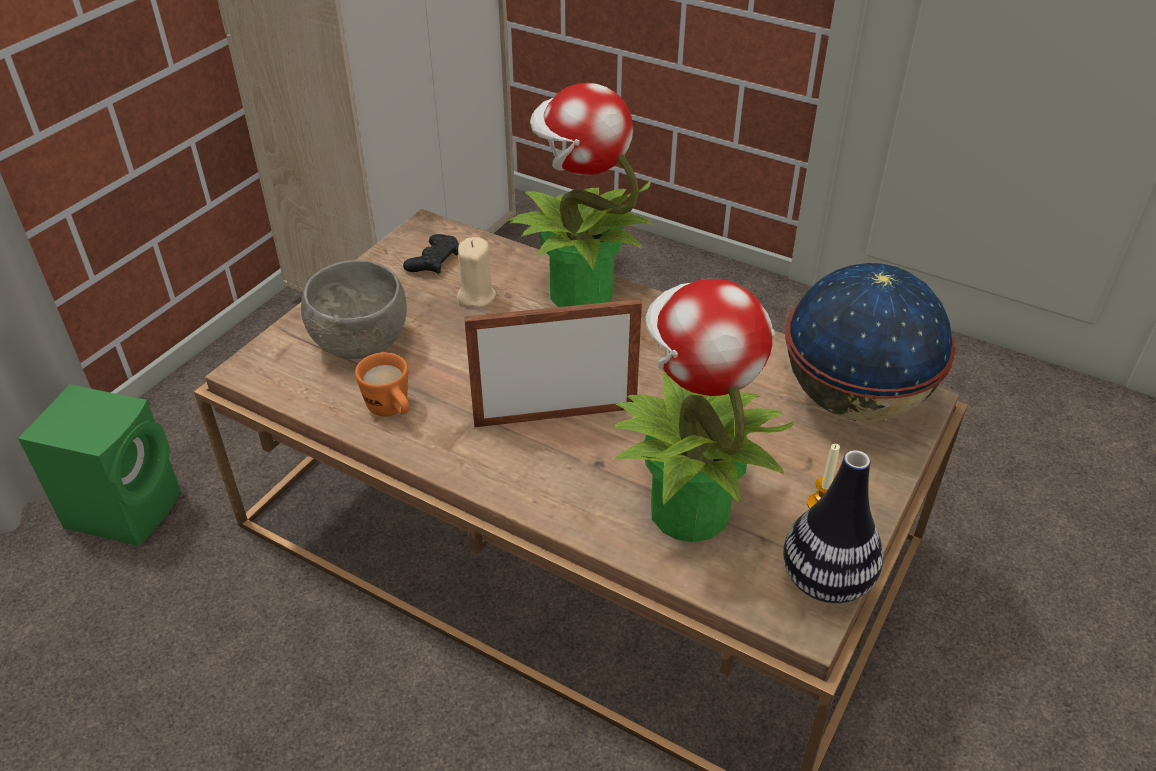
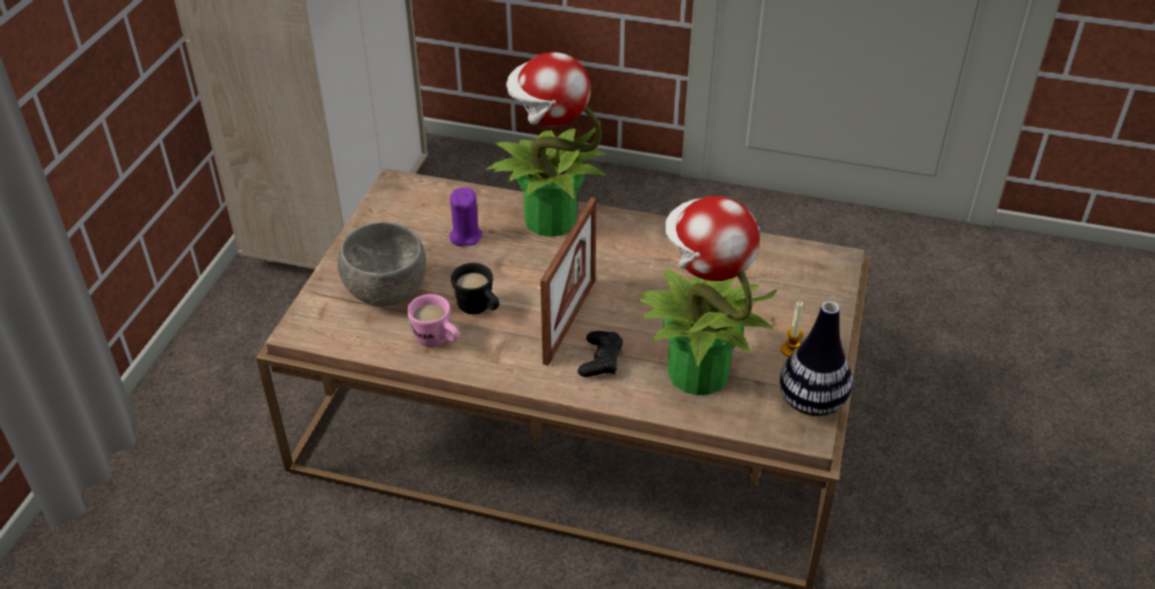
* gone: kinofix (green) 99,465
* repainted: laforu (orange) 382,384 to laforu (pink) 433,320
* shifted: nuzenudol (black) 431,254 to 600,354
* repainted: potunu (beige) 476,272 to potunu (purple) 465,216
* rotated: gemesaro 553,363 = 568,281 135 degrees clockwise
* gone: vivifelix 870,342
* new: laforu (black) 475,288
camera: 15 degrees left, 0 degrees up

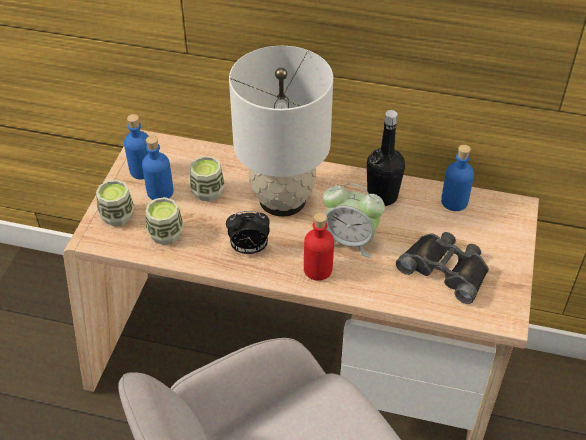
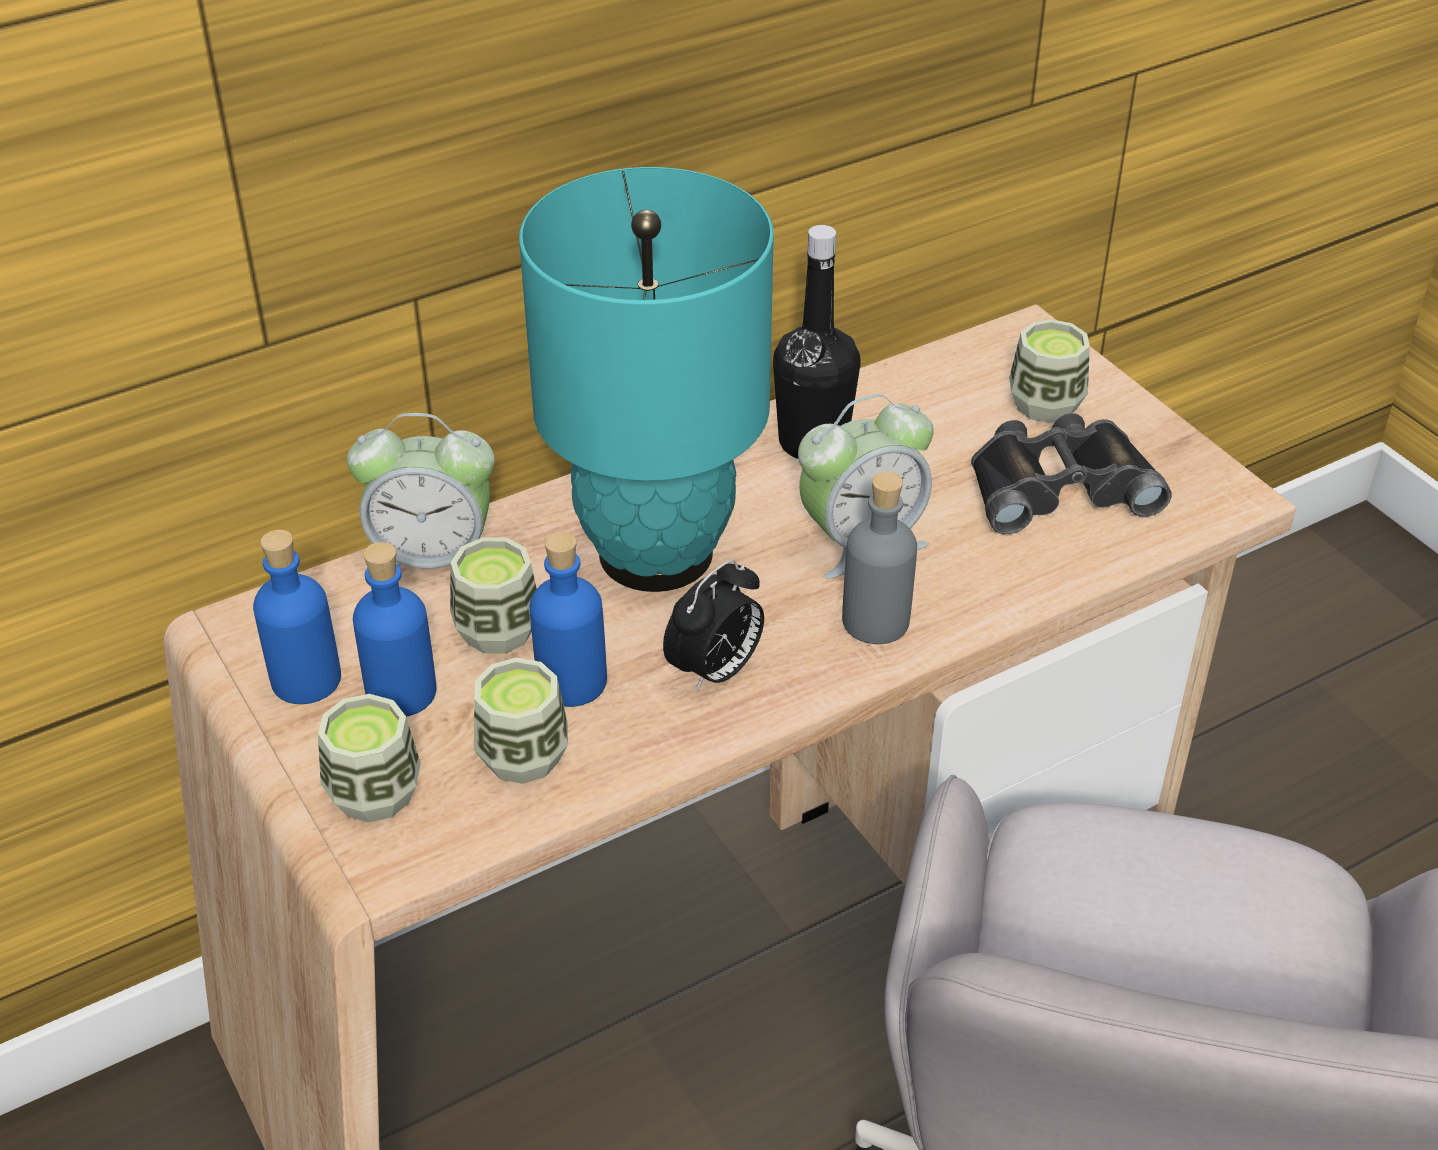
* repainted: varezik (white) 281,131 to varezik (turquoise) 646,379
* repainted: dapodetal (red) 319,247 to dapodetal (grey) 879,558
* shifted: dapodetal (blue) 457,178 to 568,619
* new: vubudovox 421,491
* new: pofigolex 1049,371
camera: 45 degrees left, 5 degrees down

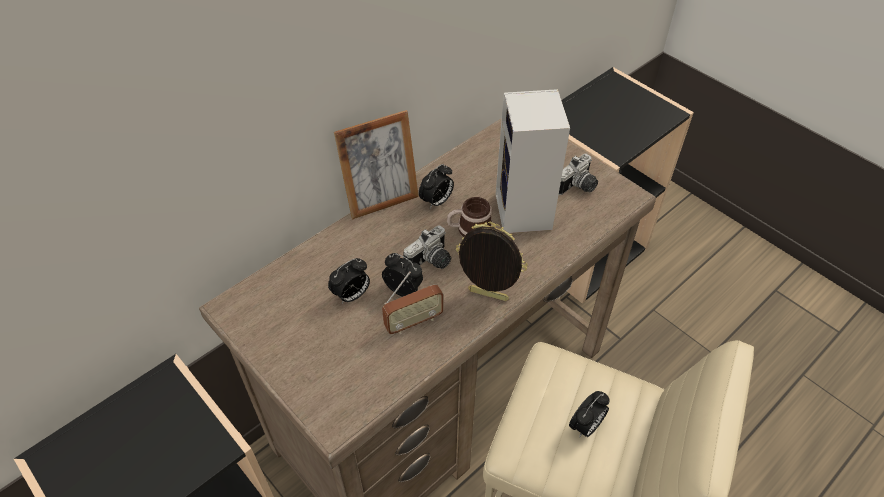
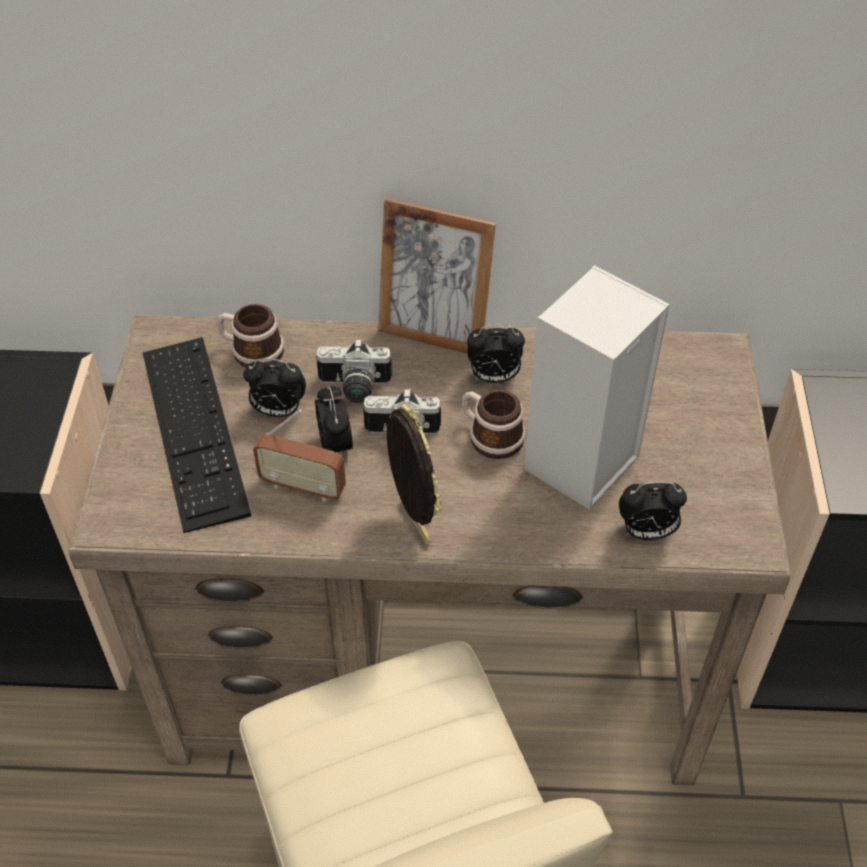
* shifted: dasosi 578,174 to 354,371
* shifted: vubudovox 589,414 to 653,511
* new: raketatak 197,435
* new: laforu 250,336
camera: 45 degrees right, 0 degrees up

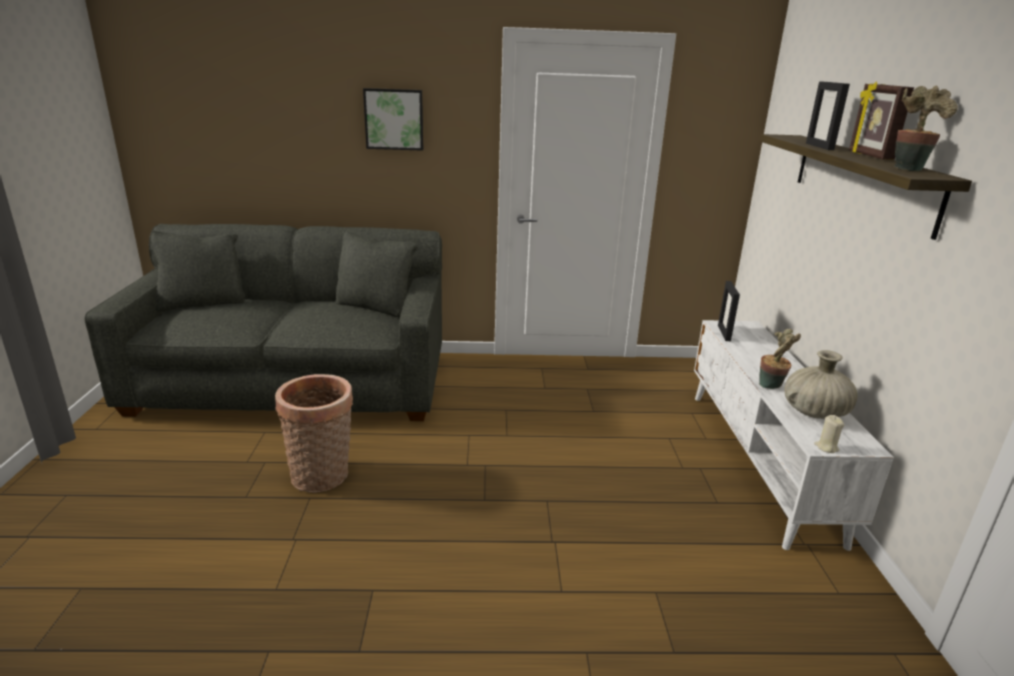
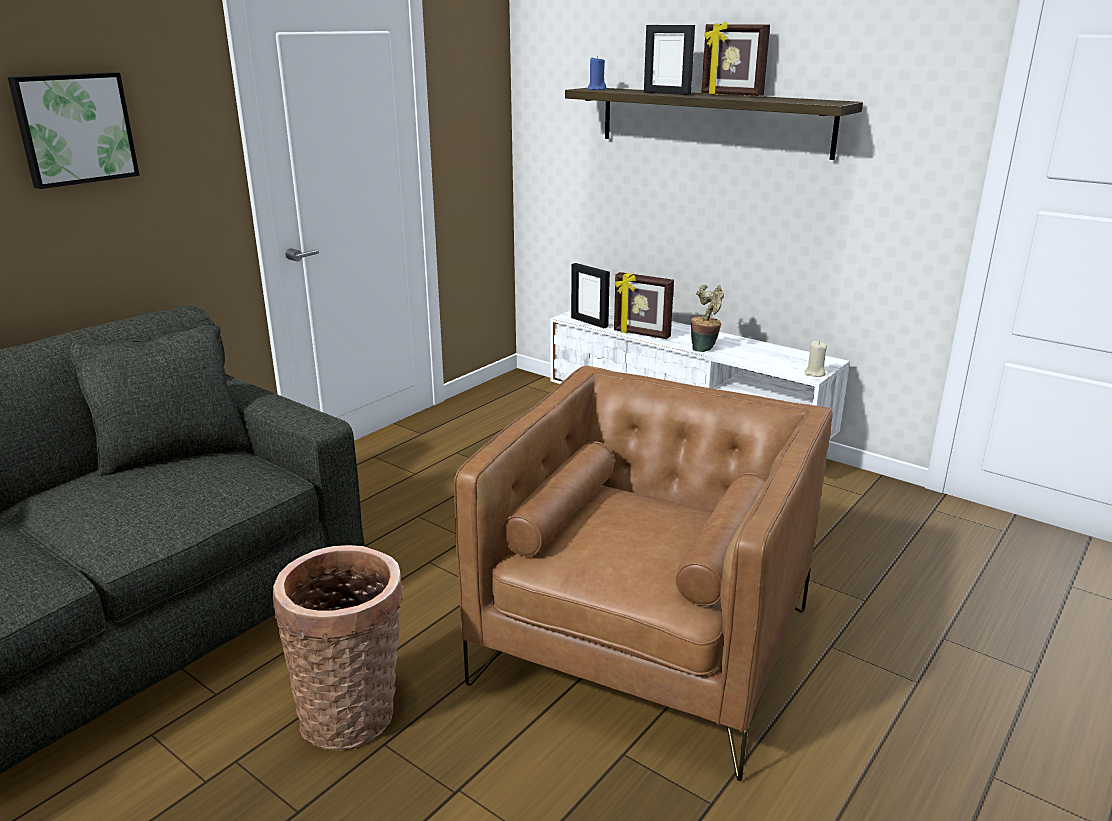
* gone: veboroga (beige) 820,384
* gone: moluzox 926,128
* new: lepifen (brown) 643,573
* new: potunu (blue) 596,73
* new: gemesaro 644,305
camera: 50 degrees left, 0 degrees up

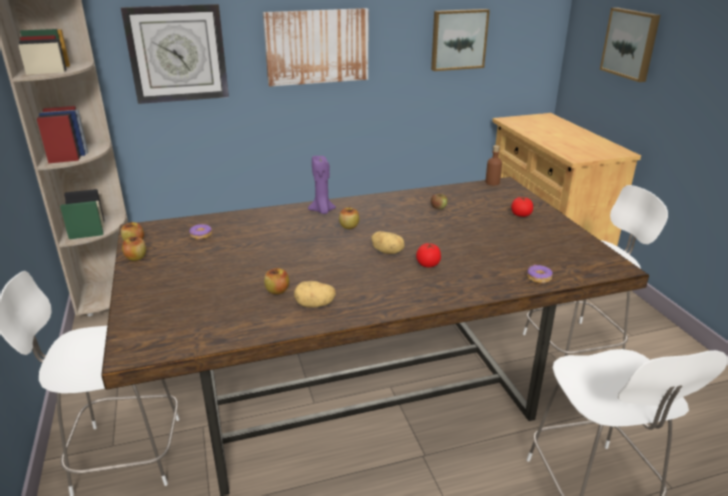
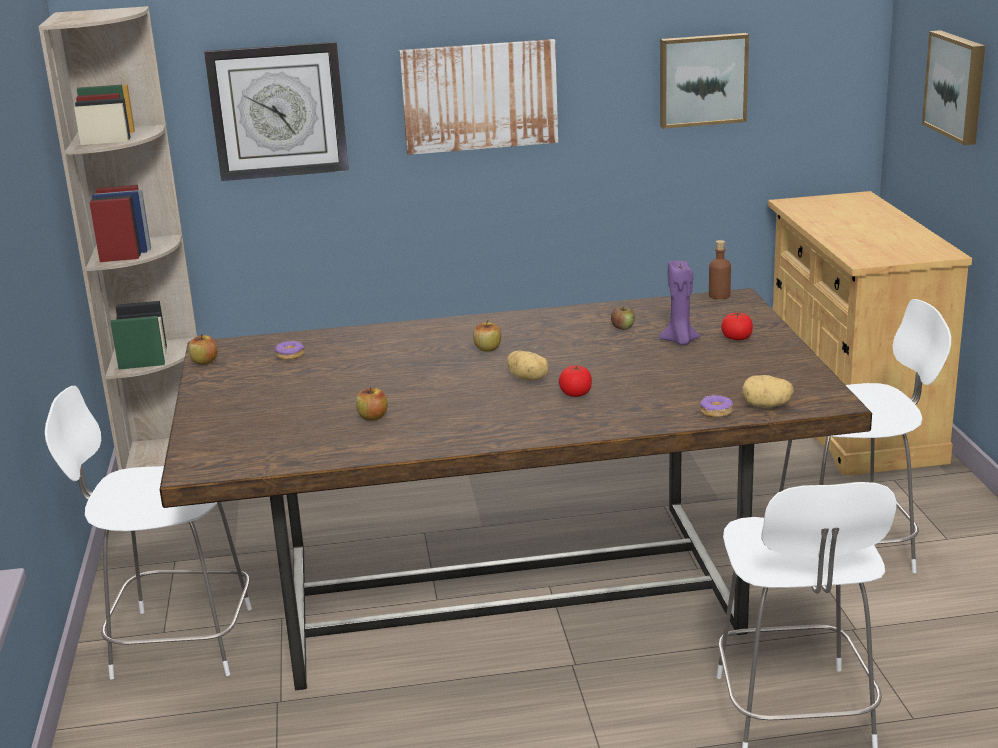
* gone: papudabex 134,248
* shifted: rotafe 315,294 to 768,391
* shifted: potunu (purple) 322,185 to 679,303
camera: 10 degrees right, 5 degrees down

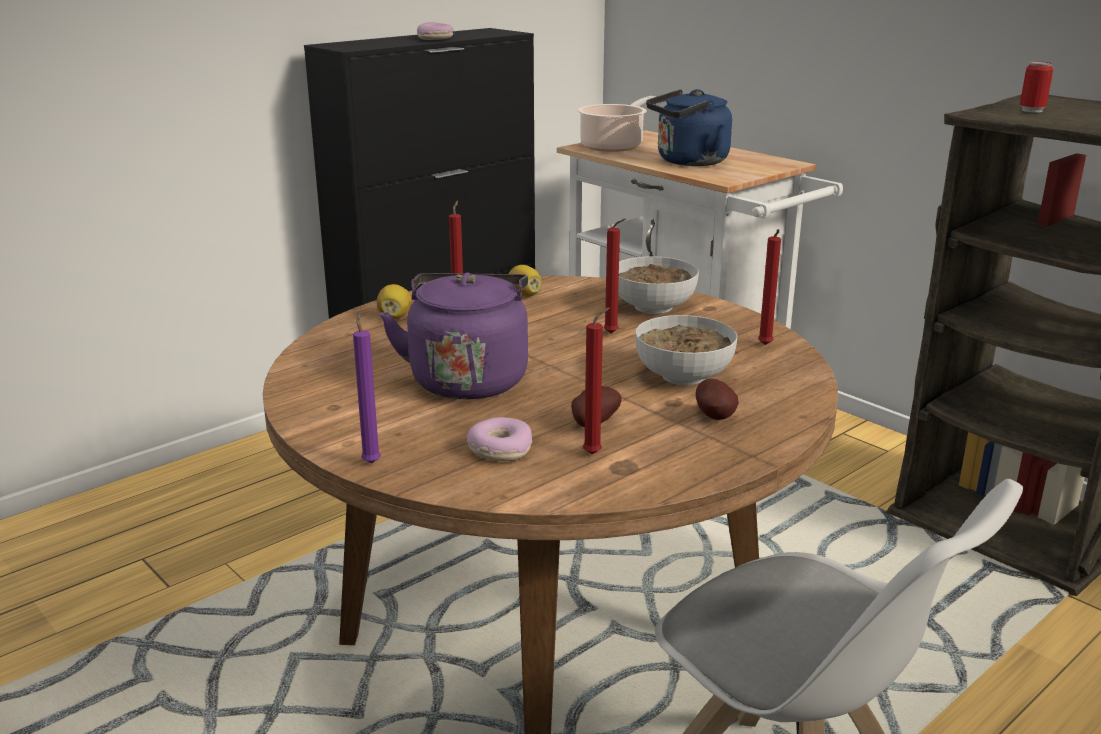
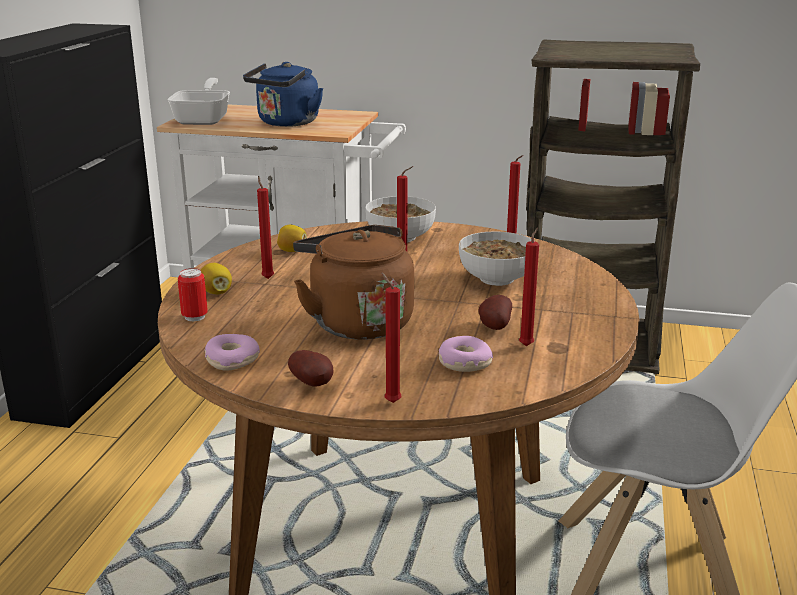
* repainted: potunu (purple) 367,388 to potunu (red) 391,337
* repainted: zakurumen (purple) 454,336 to zakurumen (brown) 353,282
* shifted: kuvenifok 435,31 to 232,352
* swapped: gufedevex 617,124 to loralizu 198,101
* shifted: rotafe 717,399 to 311,368
* shifted: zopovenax 1036,87 to 193,295
camera: 35 degrees left, 0 degrees up

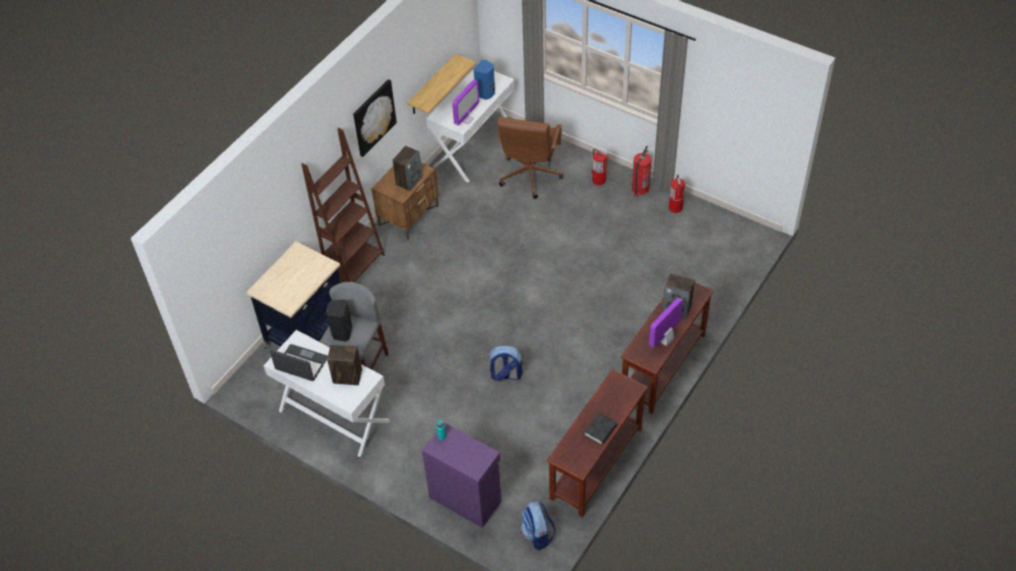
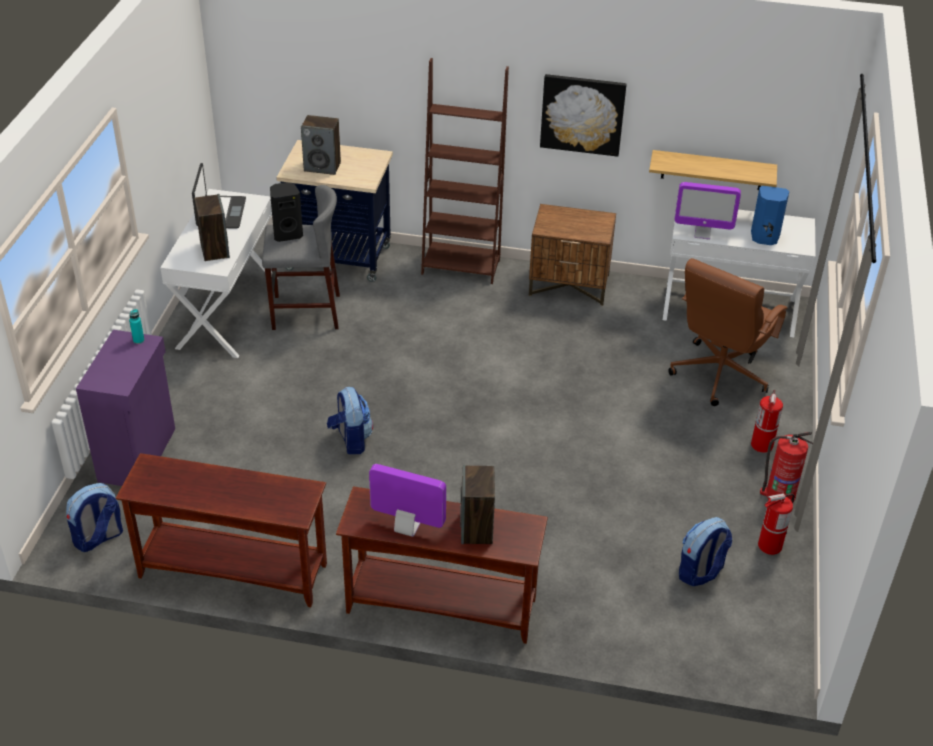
* shifted: kinofix 407,168 to 321,145
* rotated: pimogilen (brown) 530,158 = 728,332 45 degrees counterclockwise
* gone: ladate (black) 600,429
* new: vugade 705,551
camera: 65 degrees right, 10 degrees down

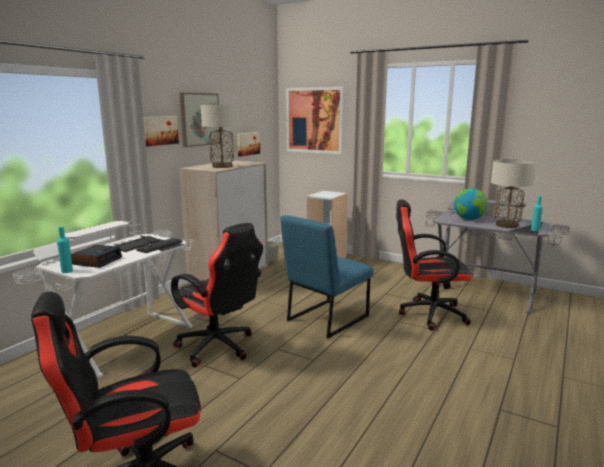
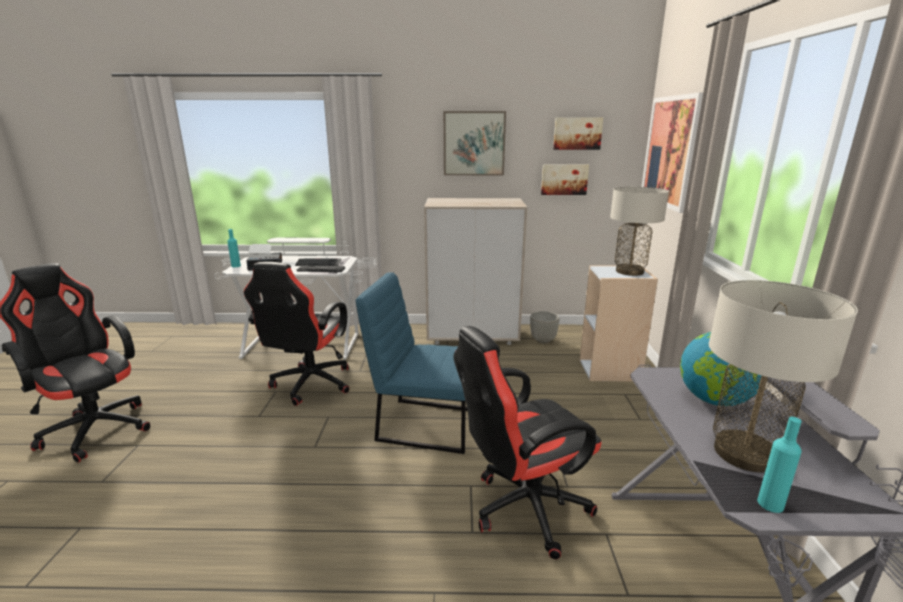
* shifted: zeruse 161,131 to 578,134
* shifted: varezik 220,136 to 639,231
* rotated: pimogilen (black) 433,265 = 527,442 90 degrees counterclockwise
camera: 60 degrees right, 5 degrees up

